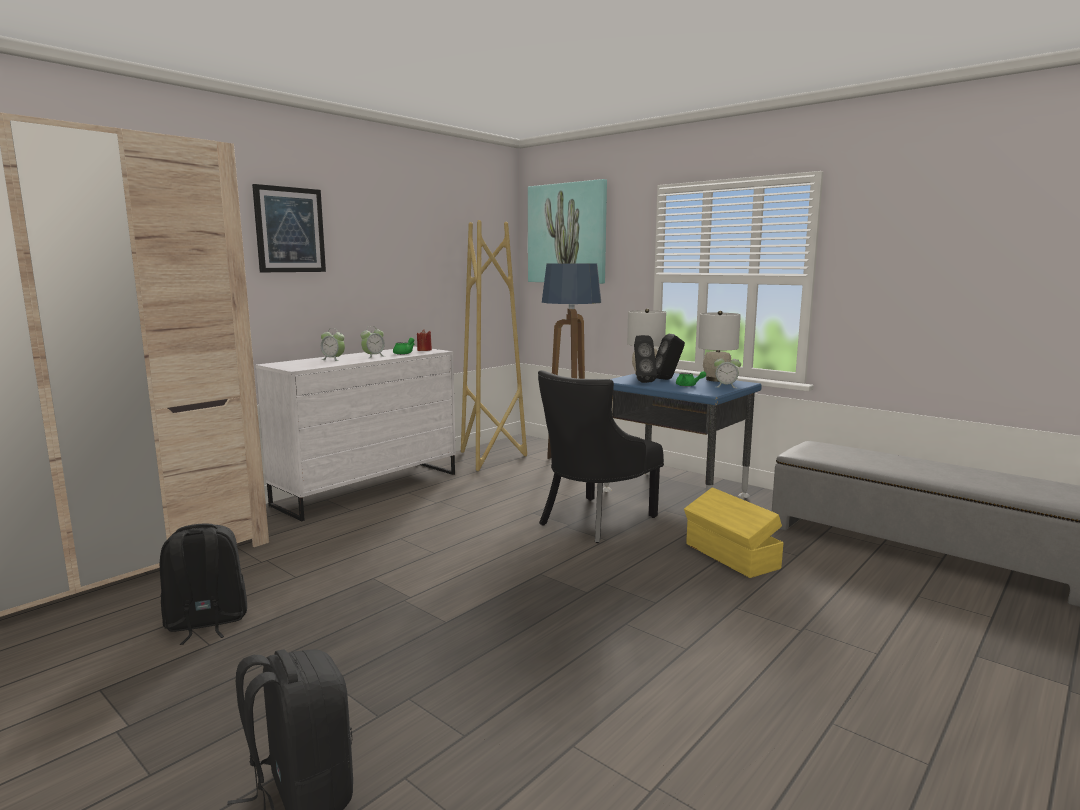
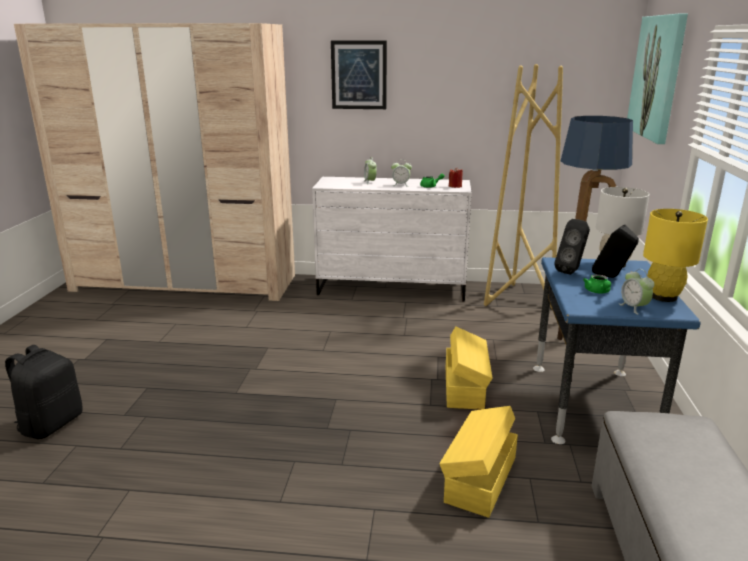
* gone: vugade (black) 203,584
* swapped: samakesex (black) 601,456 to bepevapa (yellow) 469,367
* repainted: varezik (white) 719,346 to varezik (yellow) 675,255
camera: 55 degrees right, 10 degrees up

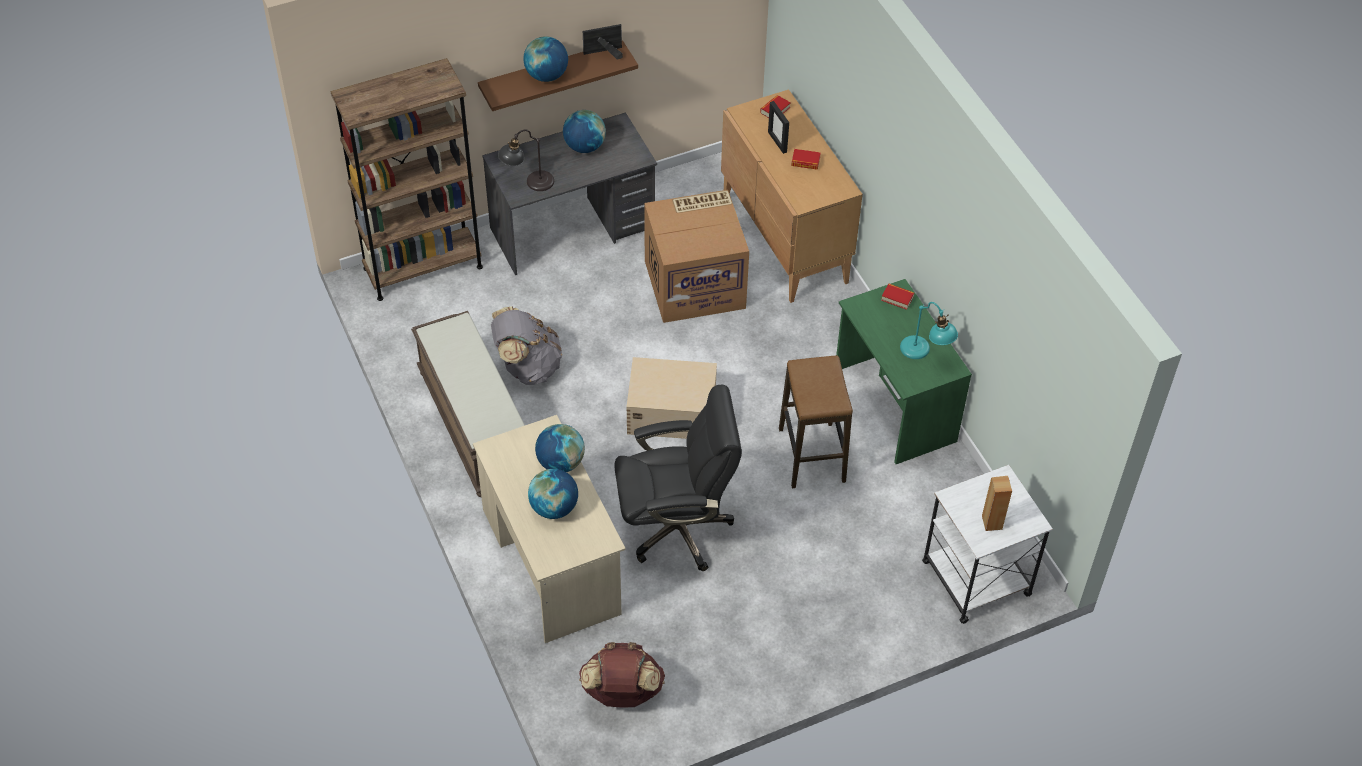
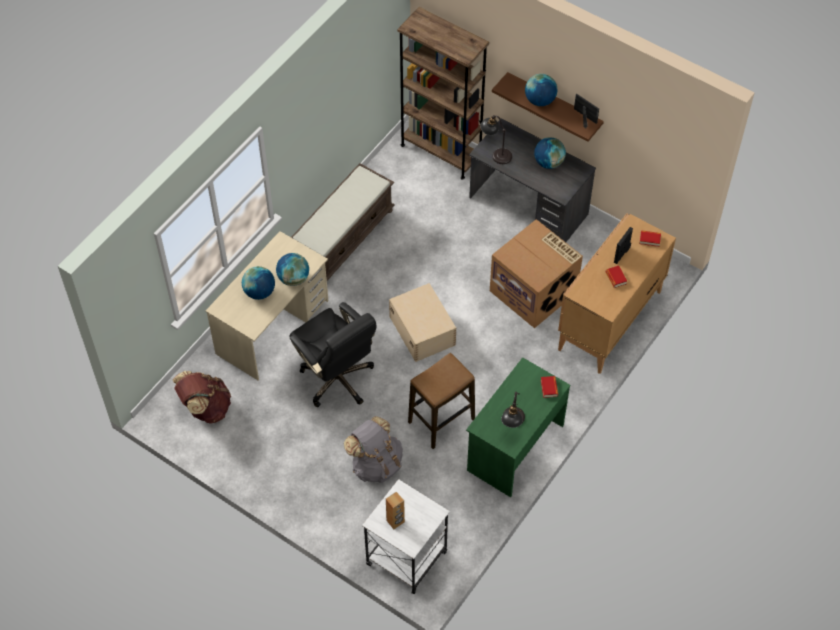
* shifted: vugade (grey) 526,345 to 373,449
* repainted: varezik (turquoise) 929,330 to varezik (grey) 513,410
camera: 60 degrees right, 5 degrees up

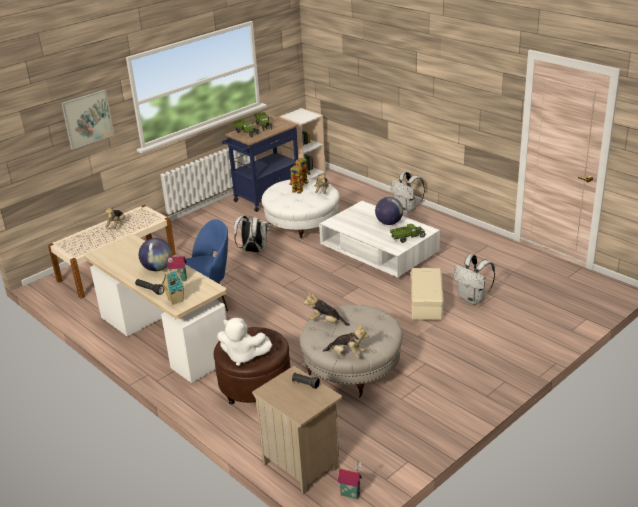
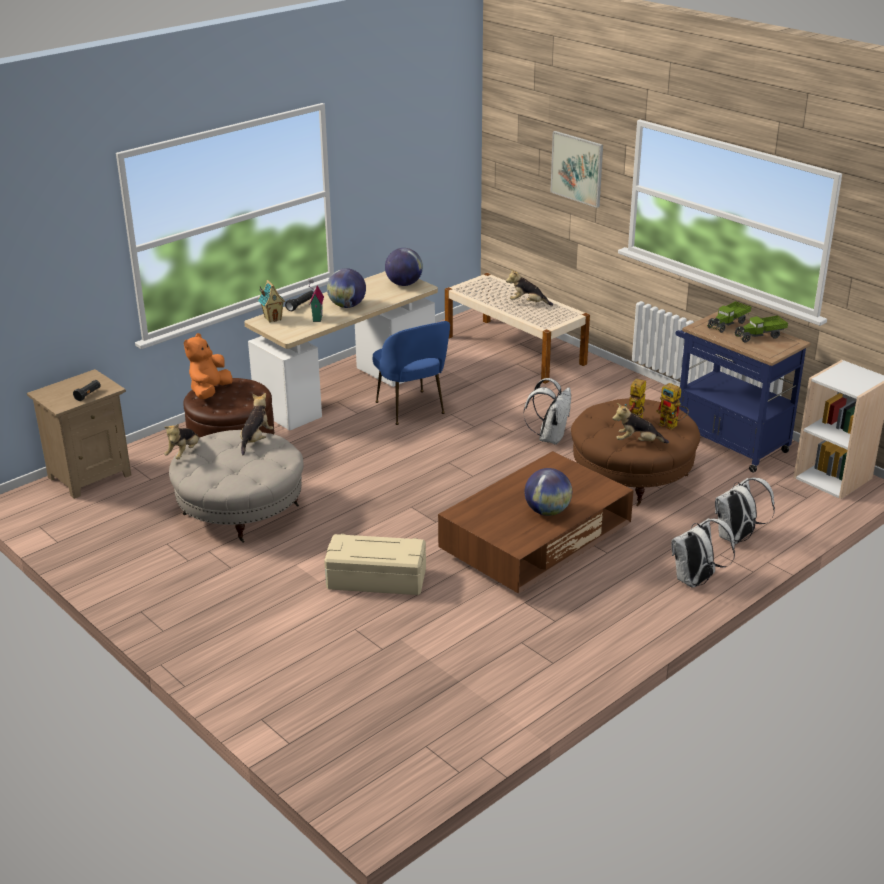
* repainted: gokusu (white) 244,342 to gokusu (orange) 208,366
* repainted: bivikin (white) 300,210 to bivikin (brown) 635,452
* repainted: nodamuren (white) 379,239 to nodamuren (brown) 536,522
* gone: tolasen 350,480
* gone: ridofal 408,233
* shifted: vugade (white) 474,279 to 745,511
* new: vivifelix 404,267
camera: 90 degrees right, 0 degrees up

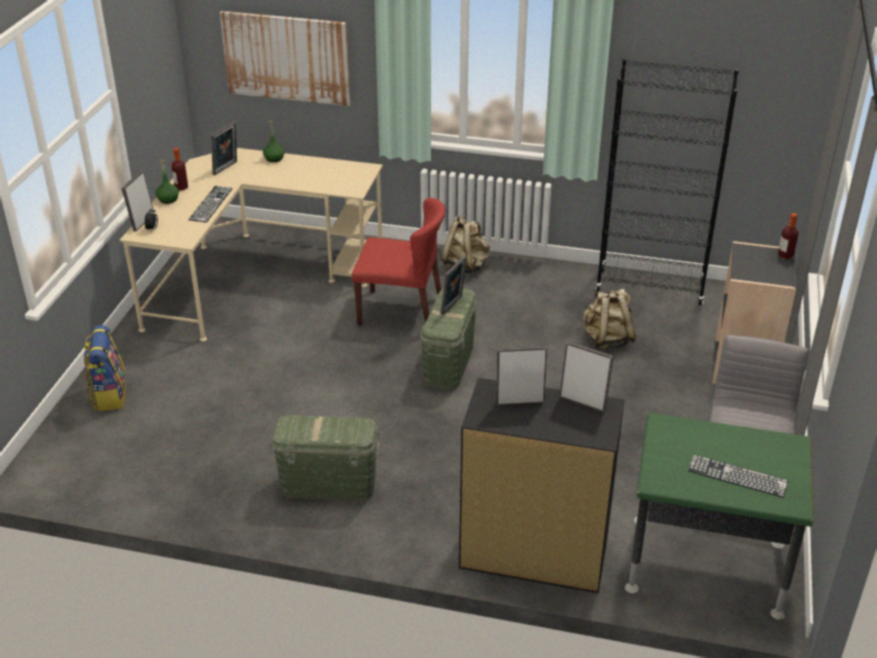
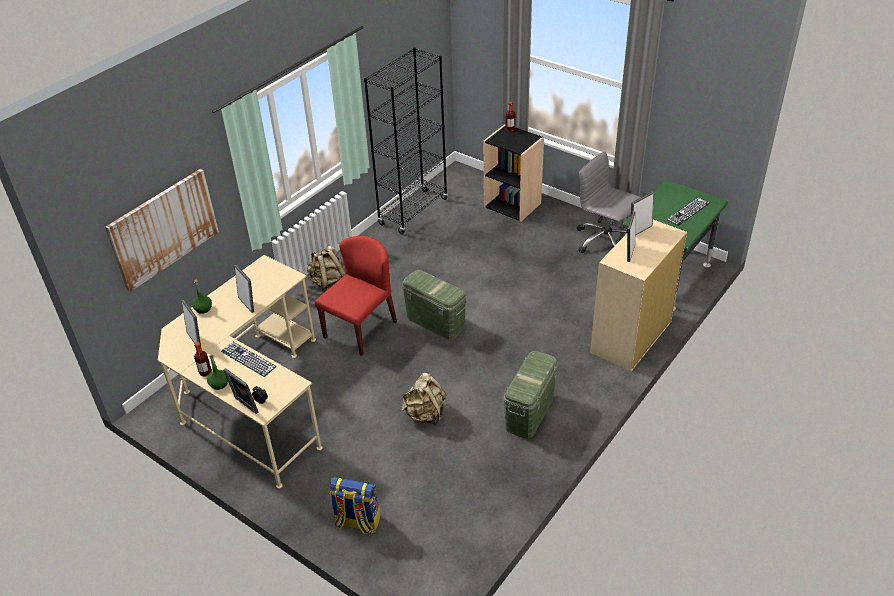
* shifted: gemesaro 454,285 to 244,289
* repainted: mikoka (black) 542,485 to mikoka (beige) 638,295
* shifted: vugade (beige) 610,319 to 424,399
camera: 65 degrees left, 5 degrees up

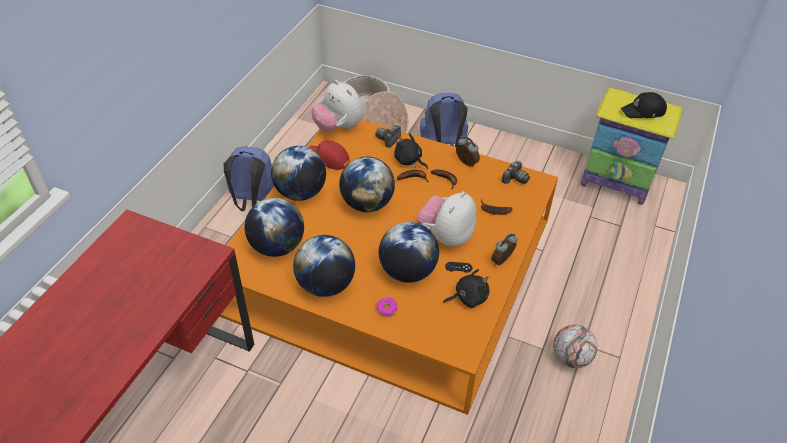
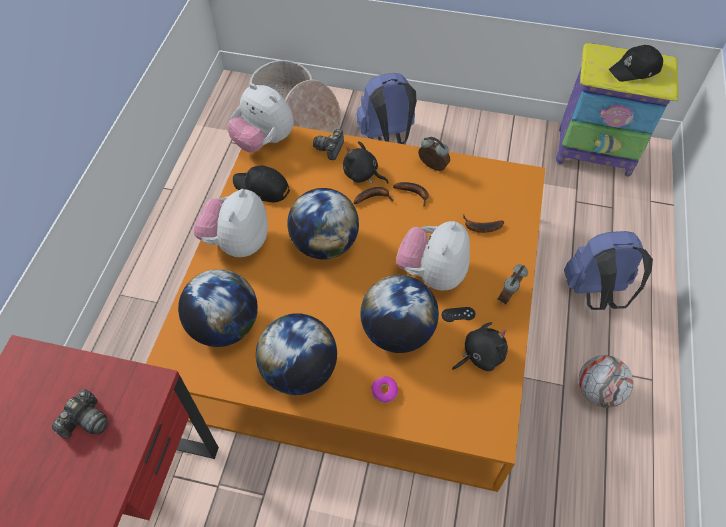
* shifted: vugade (blue) 249,178 to 608,270
* swapped: vivifelix 298,173 to gokusu 231,223
* repainted: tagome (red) 329,155 to tagome (black) 261,184
* shifted: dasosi 515,172 to 80,414
camera: 10 degrees left, 10 degrees up

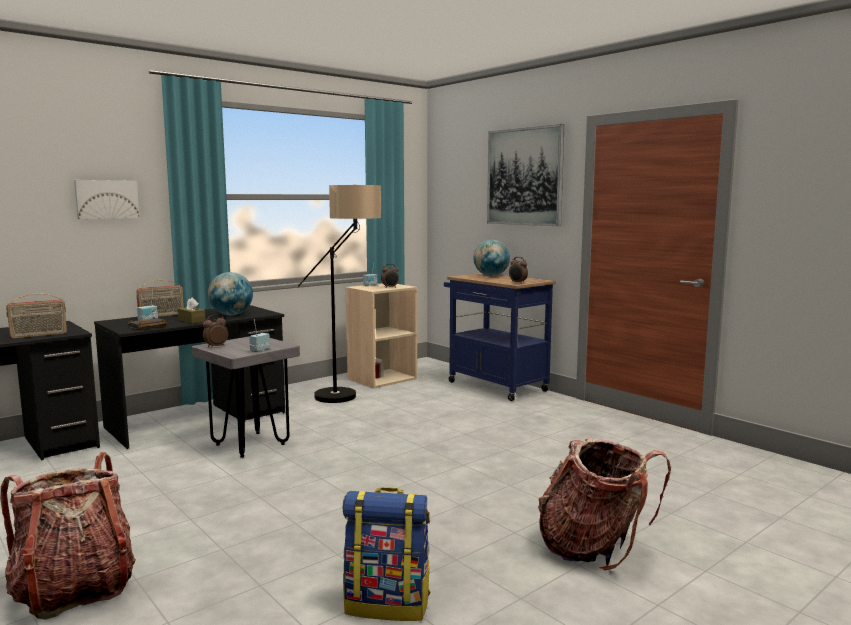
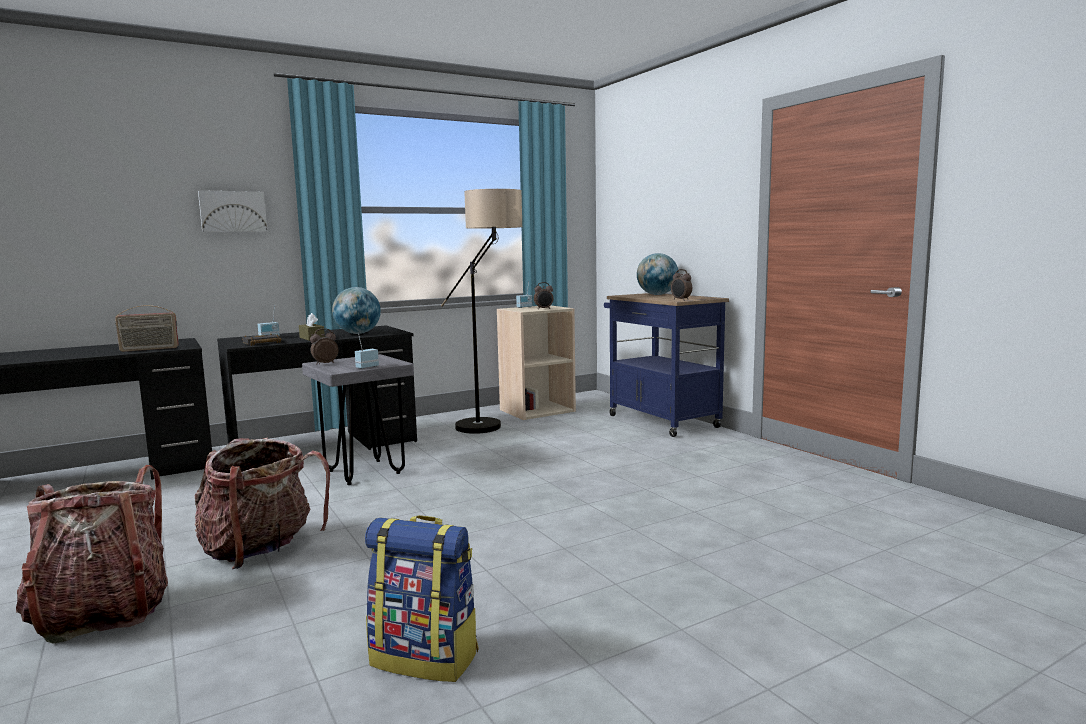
* gone: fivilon 160,298
* gone: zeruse 526,175
* shifted: vugade 604,504 to 262,503
camera: 10 degrees right, 0 degrees up

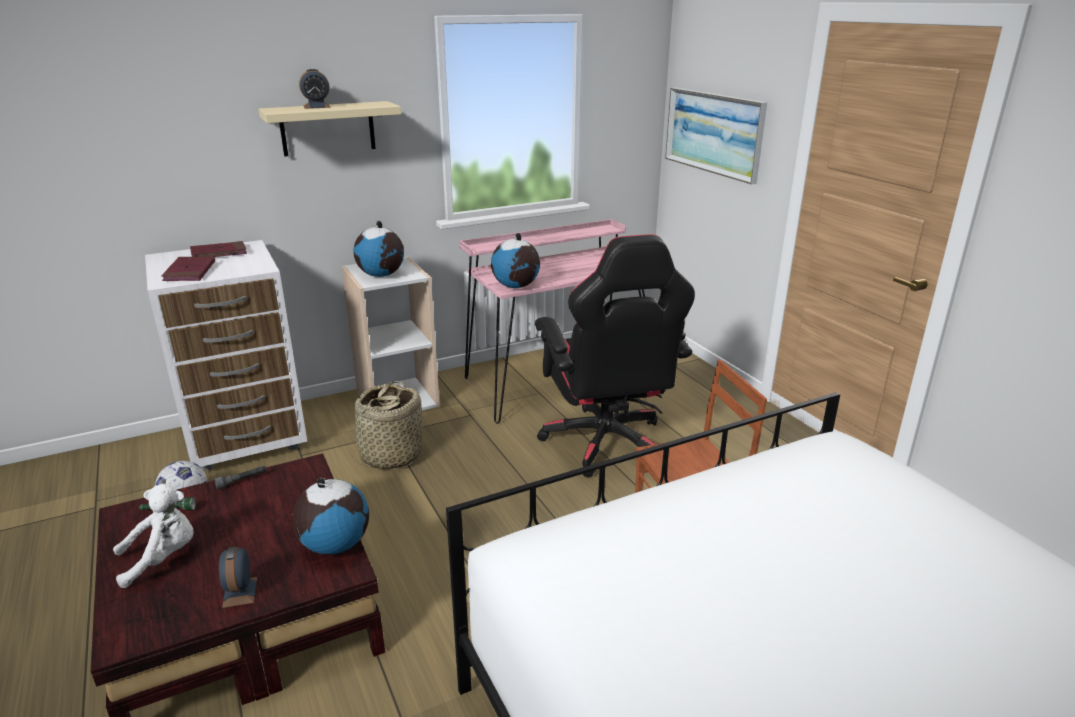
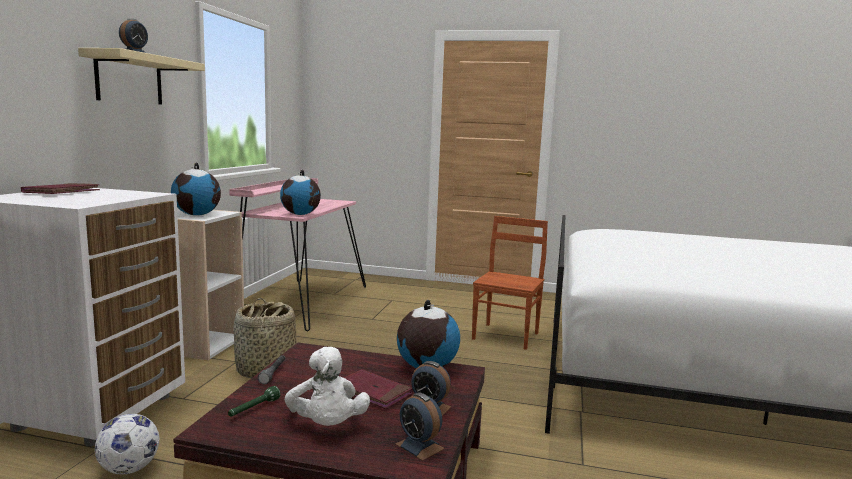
* rotated: gokusu (white) 153,536 = 327,386 150 degrees clockwise
* shifted: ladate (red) 188,269 to 378,389
* gone: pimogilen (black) 615,355
* gone: zeruse 716,135
* new: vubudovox 420,426
camera: 50 degrees left, 15 degrees down

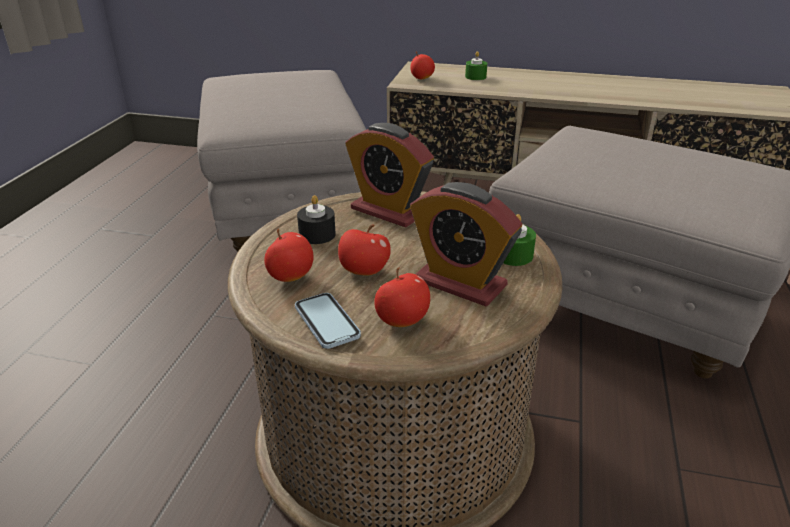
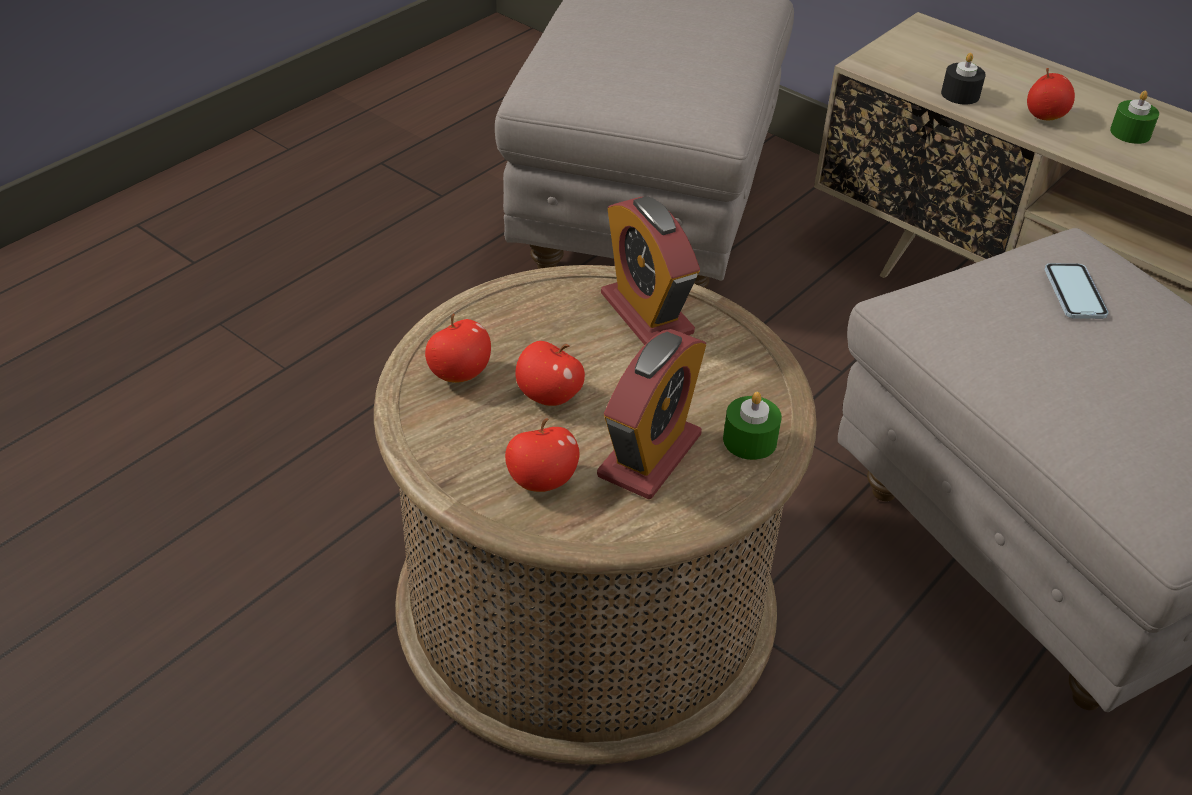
* shifted: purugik 328,321 to 1076,291
* shifted: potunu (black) 316,219 to 963,79
* shifted: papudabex 422,65 to 1051,94
* rotated: vubudovox 466,244 = 651,414 120 degrees counterclockwise
* shifted: potunu (green) 476,65 to 1134,117
camera: 25 degrees right, 10 degrees up

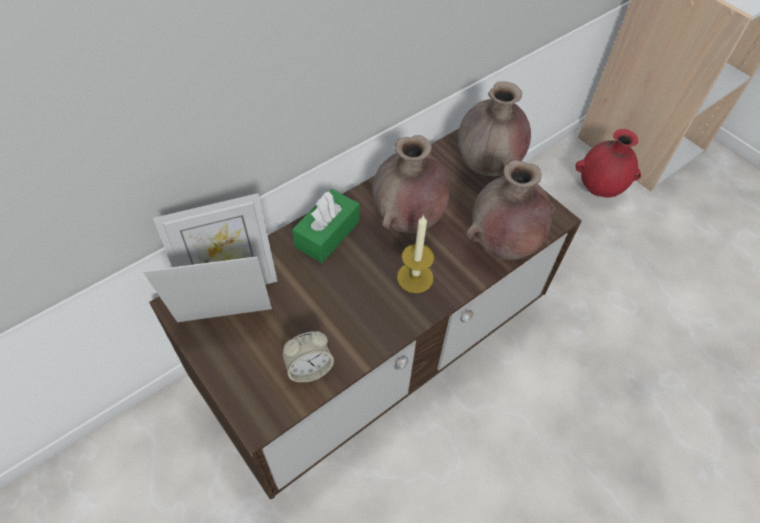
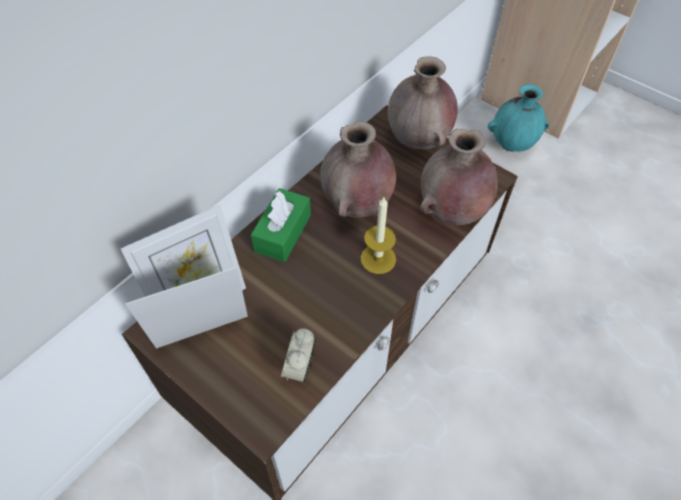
* rotated: vubudovox 308,357 = 298,355 135 degrees clockwise
* repainted: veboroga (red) 608,163 to veboroga (turquoise) 518,117
camera: 10 degrees left, 0 degrees up

